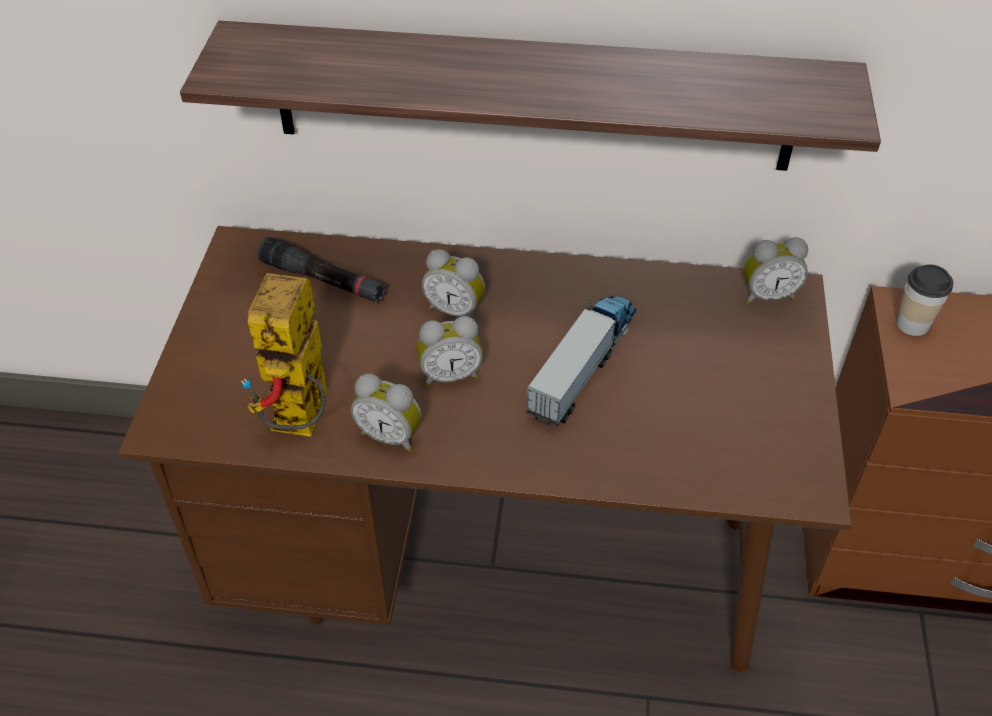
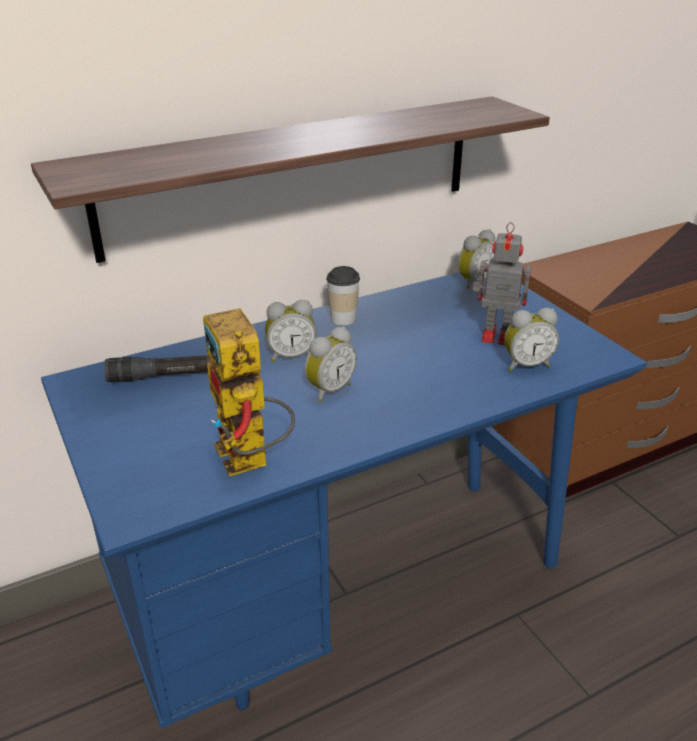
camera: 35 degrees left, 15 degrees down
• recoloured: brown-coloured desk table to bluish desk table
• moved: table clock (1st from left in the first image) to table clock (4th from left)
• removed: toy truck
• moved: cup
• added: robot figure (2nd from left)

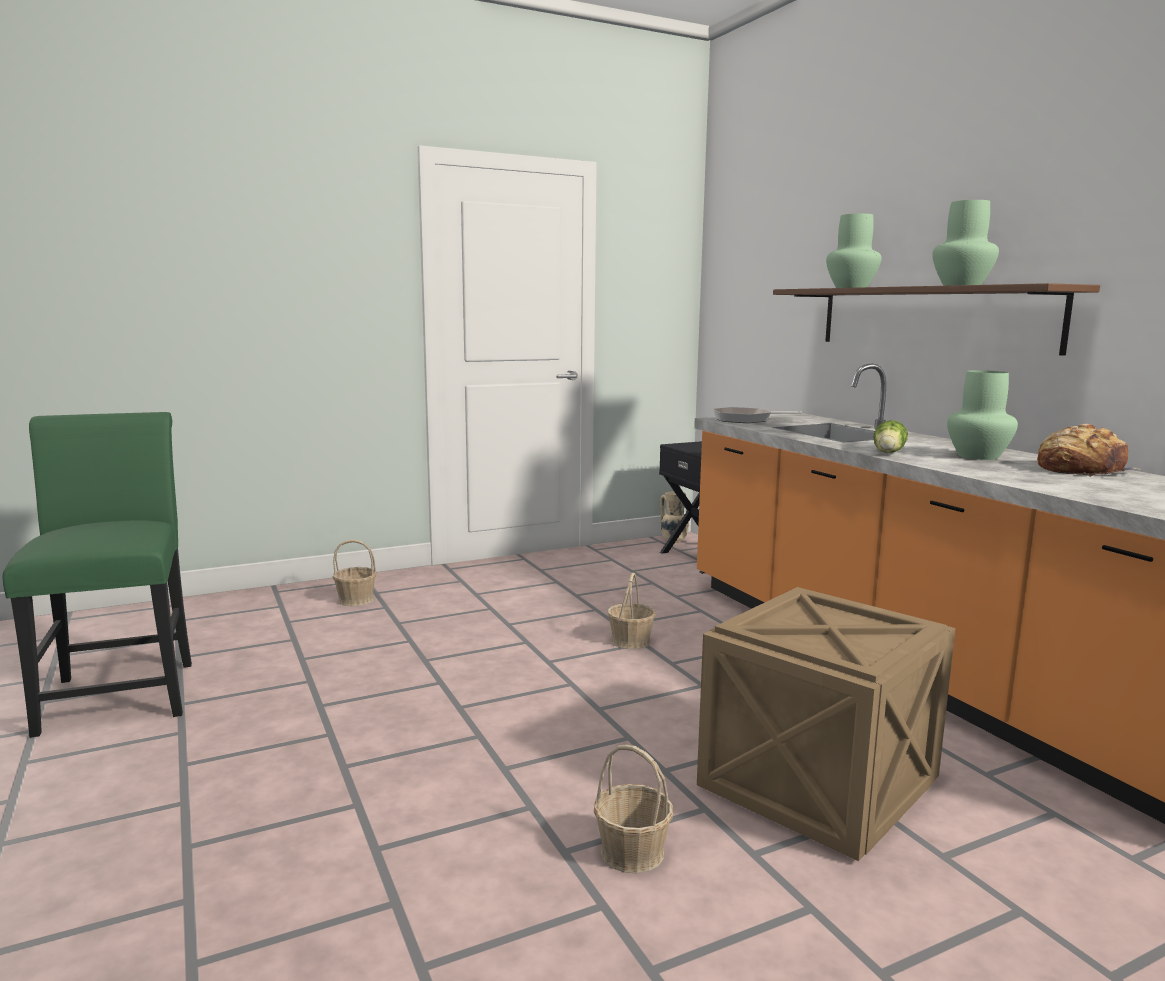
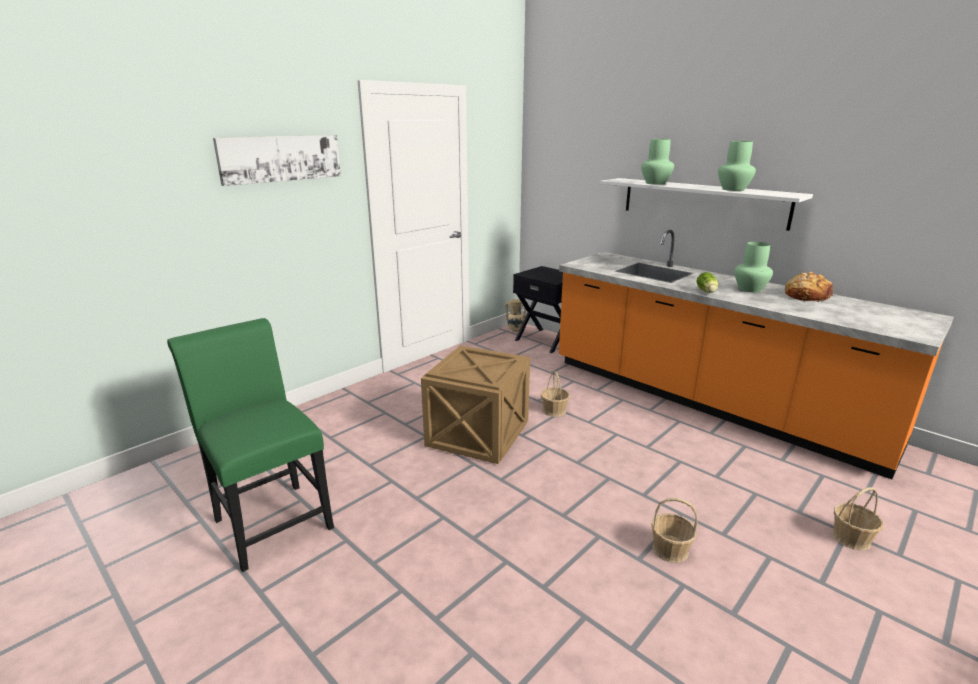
camera: 20 degrees left, 10 degrees up
• moved: basket (1st from left in the first image) to basket (3rd from left)
• moved: packing crate
• removed: frying pan
• recoloured: brown-coloured bracket shelf to white bracket shelf
• added: picture

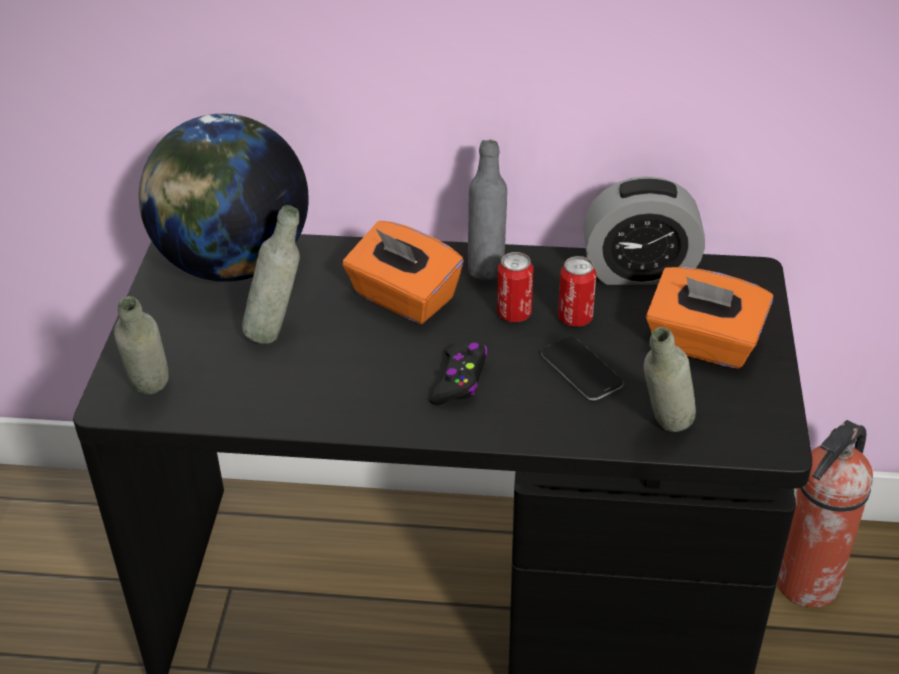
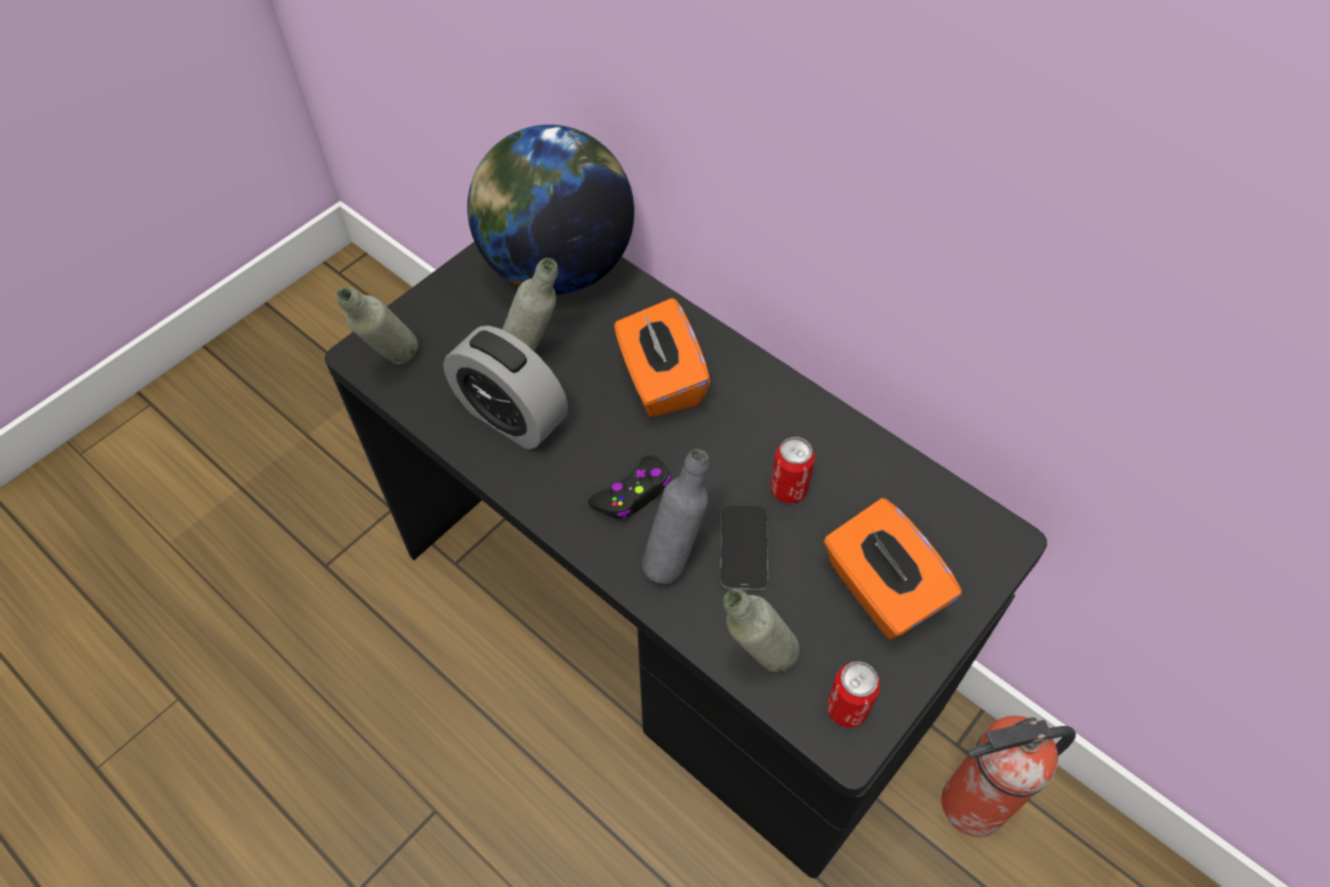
camera: 35 degrees right, 15 degrees up
• moved: greyish bottle (3rd from left)
• moved: metal can (1st from left in the first image) to metal can (2nd from left)
• moved: table clock

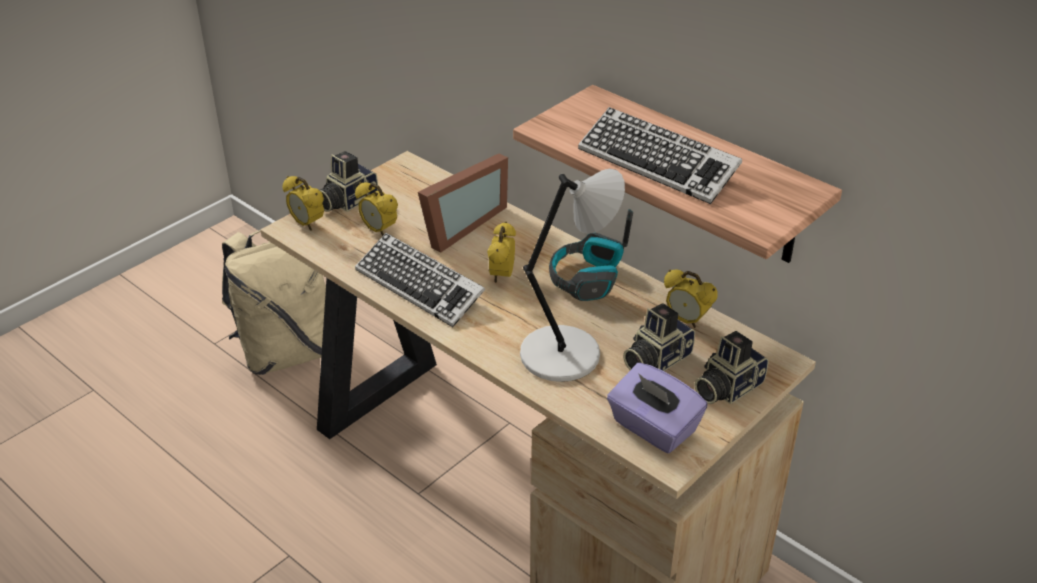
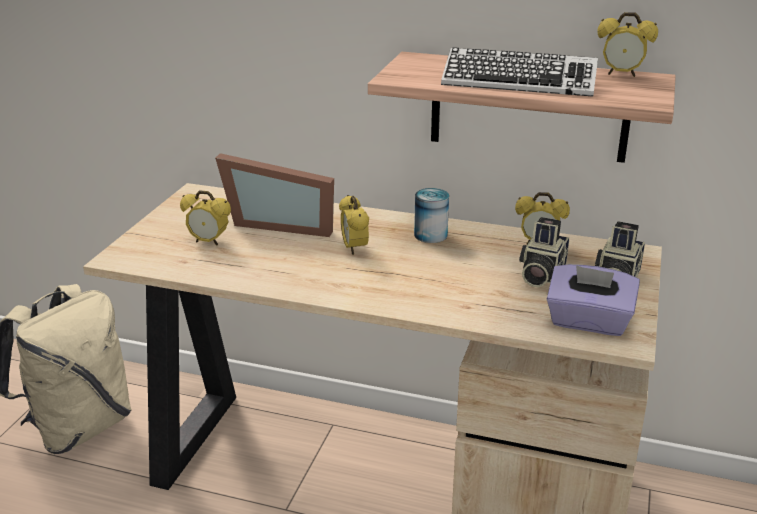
camera: 25 degrees left, 10 degrees down
• moved: table clock (1st from left in the first image) to table clock (4th from left)
• removed: still camera (1st from left)
• removed: PC keyboard (1st from left)
• turned: standing frame 90 degrees clockwise
• removed: greyish lamp for a table
• replaced: pair of headphones to metal can

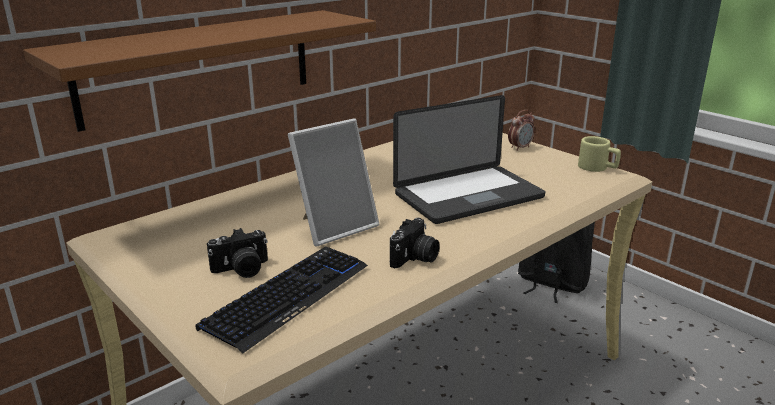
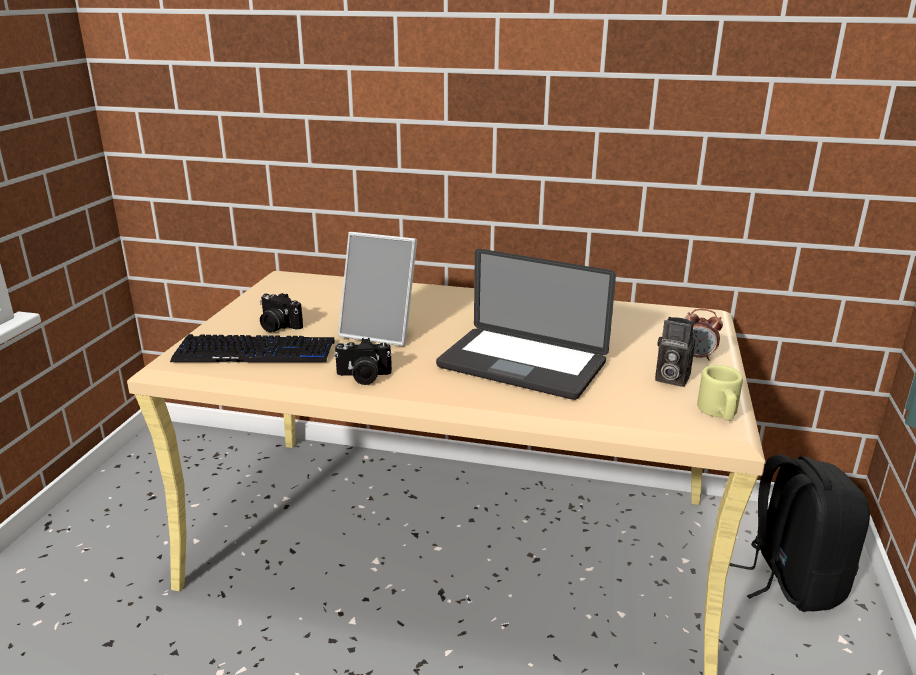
camera: 55 degrees right, 0 degrees up
• removed: brown-coloured bracket shelf
• added: still camera (3rd from left)

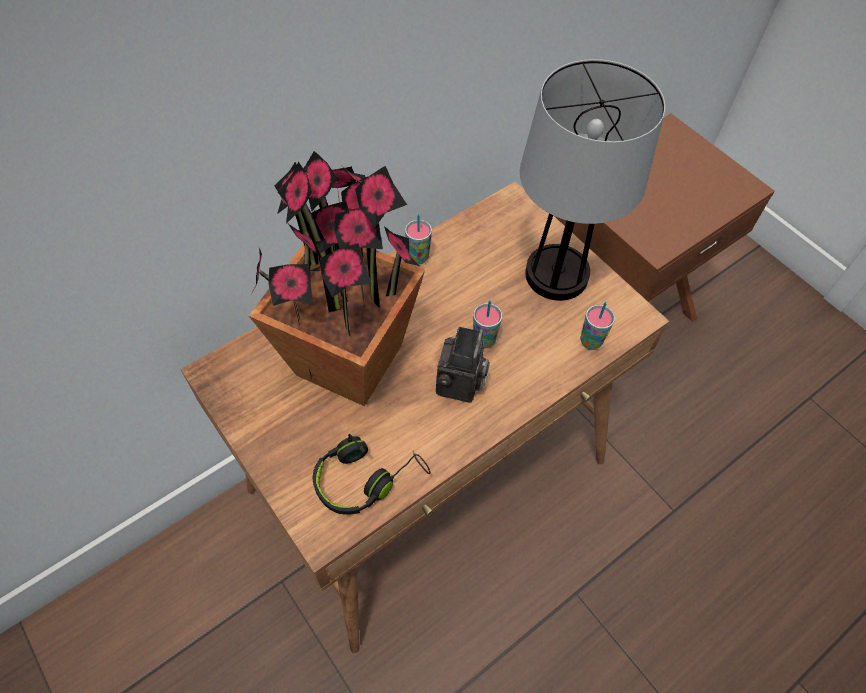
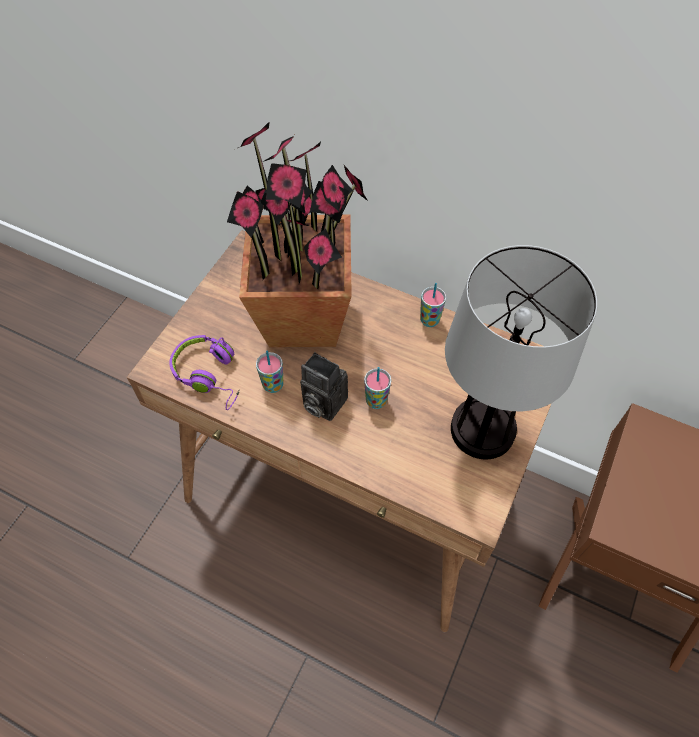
camera: 65 degrees right, 0 degrees up
• recoloured: black pair of headphones to purplish pair of headphones
• turned: still camera 45 degrees clockwise
• moved: cup (3rd from left in the first image) to cup (1st from left)

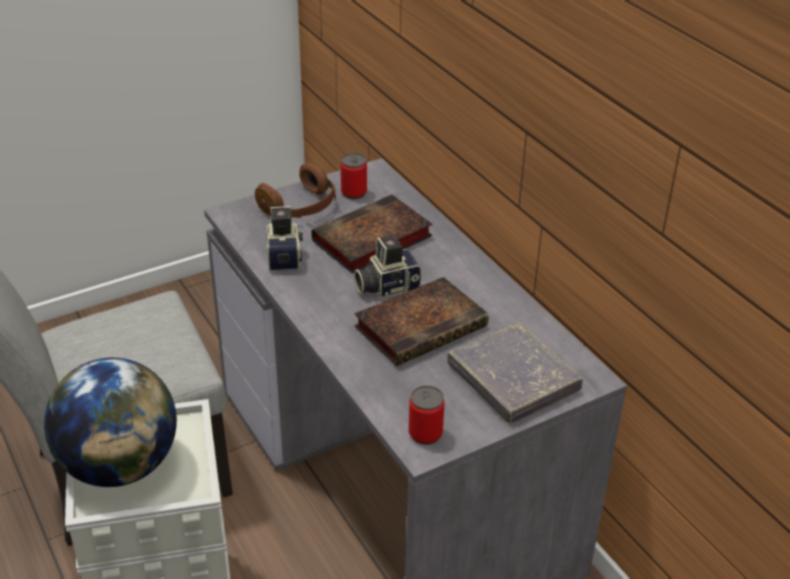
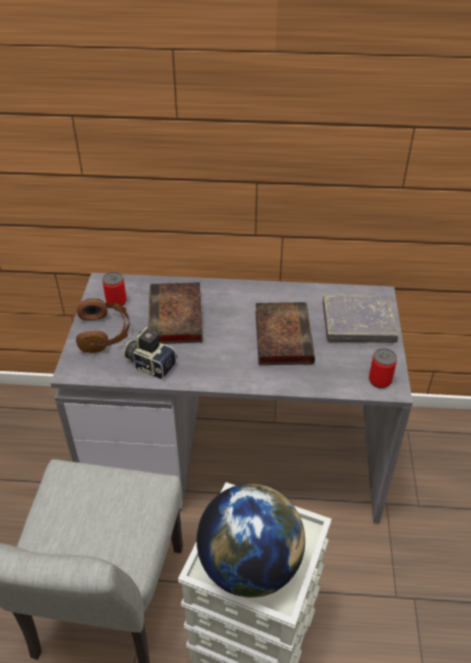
camera: 55 degrees left, 5 degrees up
• removed: still camera (2nd from left)

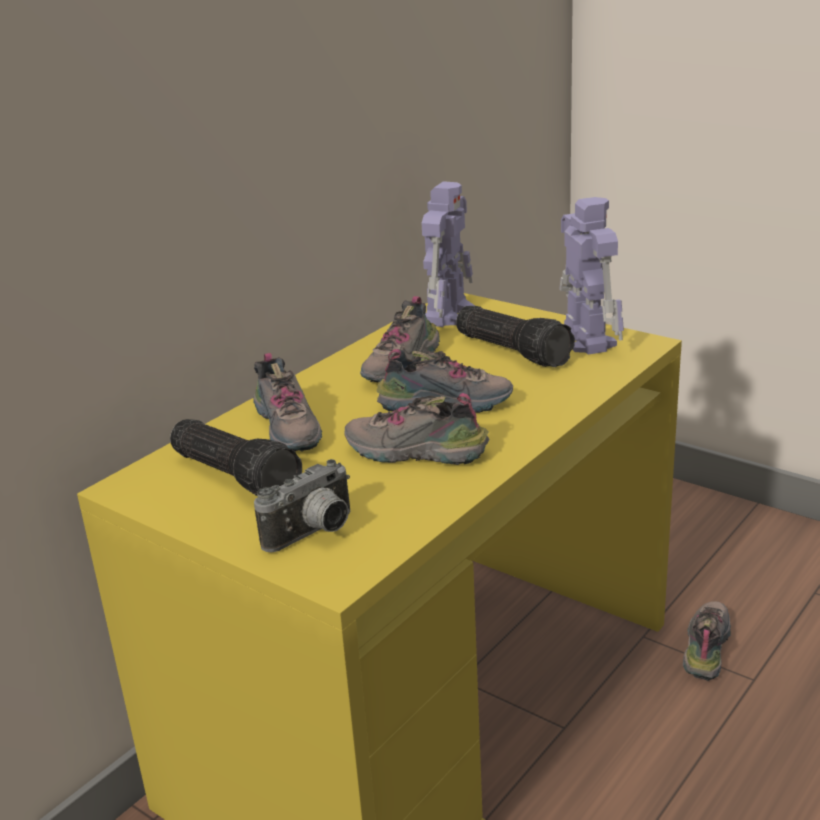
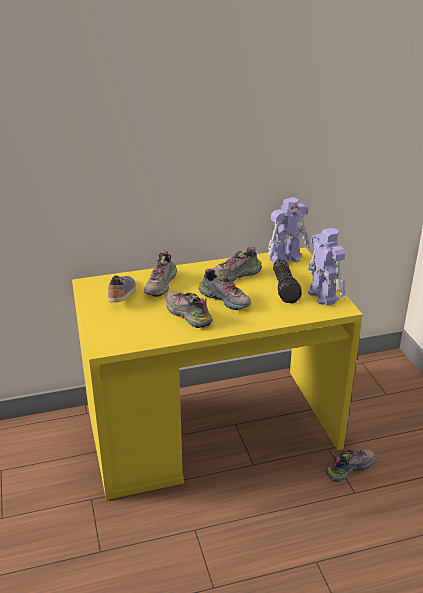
camera: 35 degrees right, 5 degrees up
• replaced: hand torch (1st from left) to low shoe (1st from left)
• removed: still camera
• turned: robot figure (2nd from left) 45 degrees counterclockwise

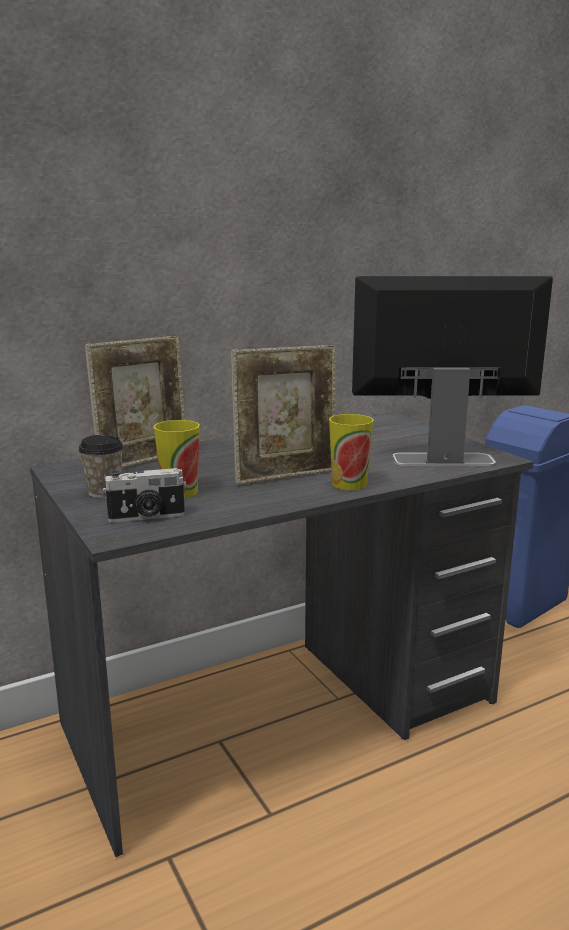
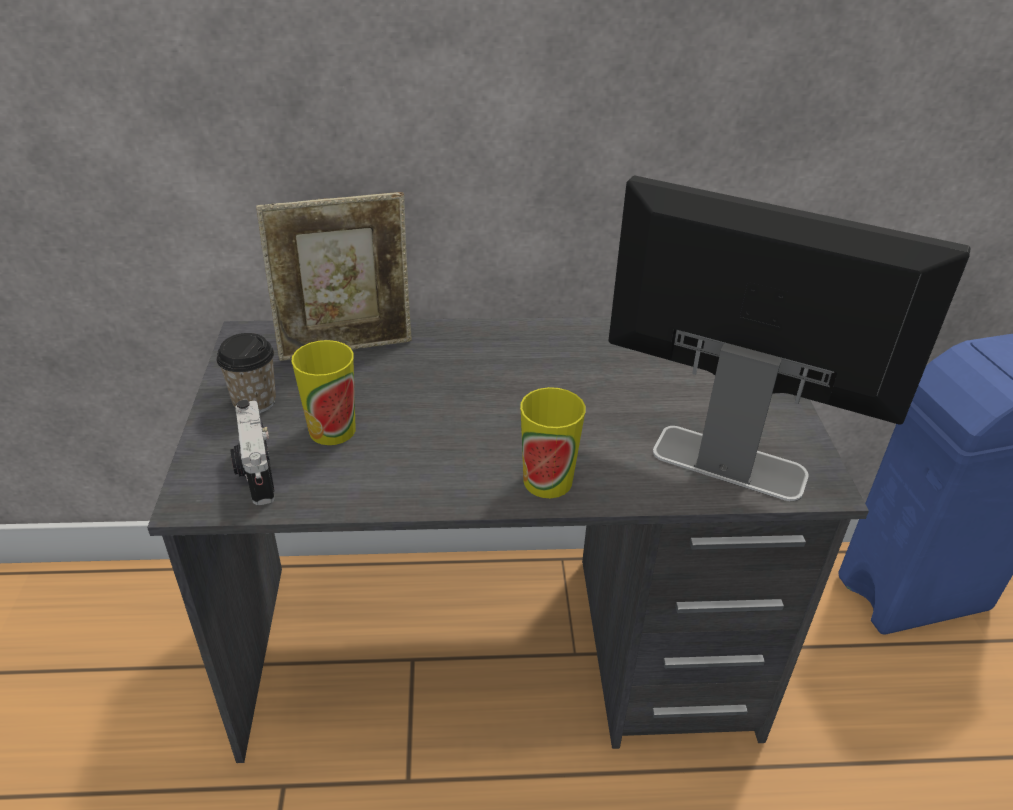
camera: 25 degrees right, 20 degrees up
• turned: still camera 60 degrees clockwise
• removed: standing frame (2nd from left)

